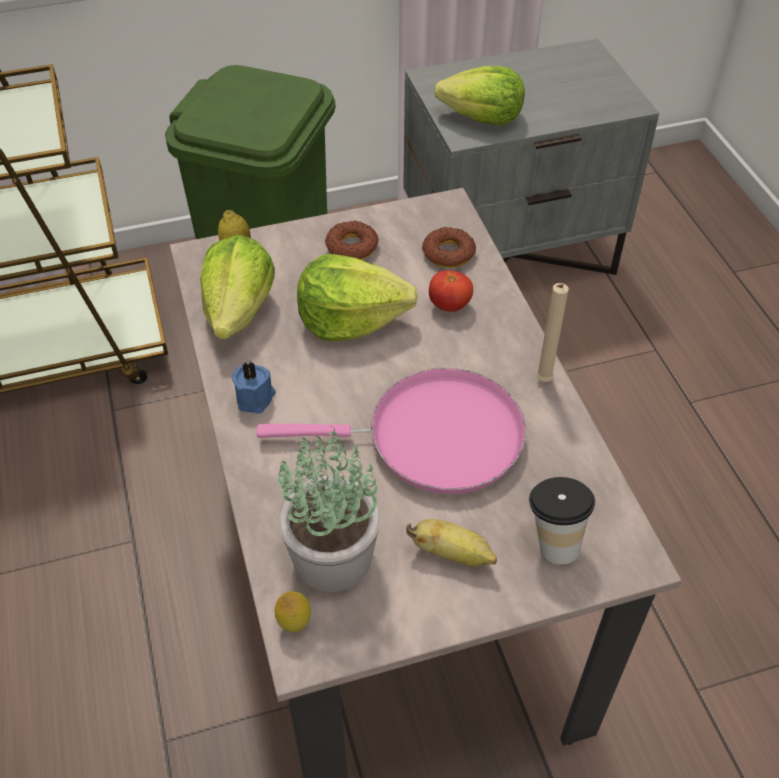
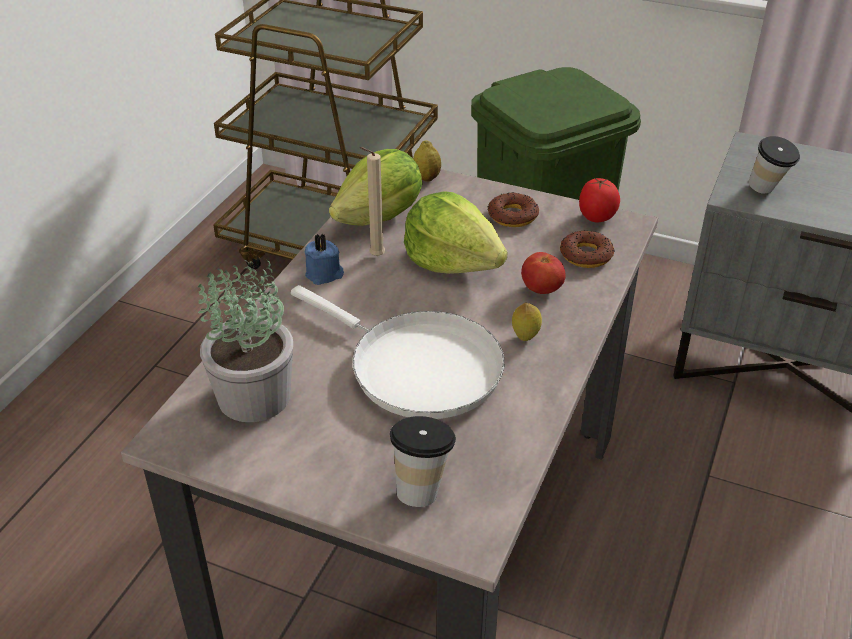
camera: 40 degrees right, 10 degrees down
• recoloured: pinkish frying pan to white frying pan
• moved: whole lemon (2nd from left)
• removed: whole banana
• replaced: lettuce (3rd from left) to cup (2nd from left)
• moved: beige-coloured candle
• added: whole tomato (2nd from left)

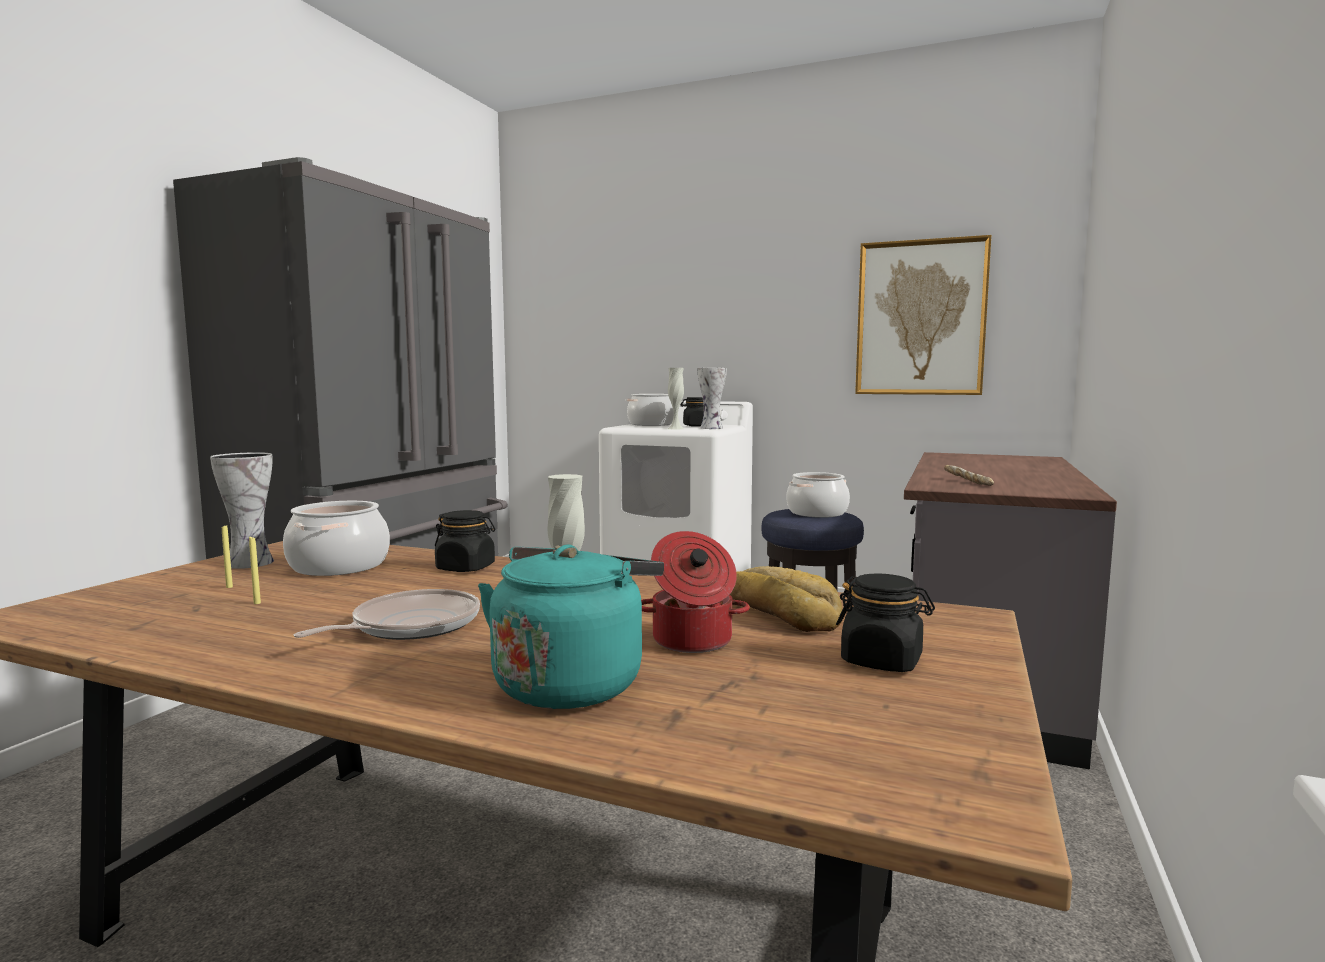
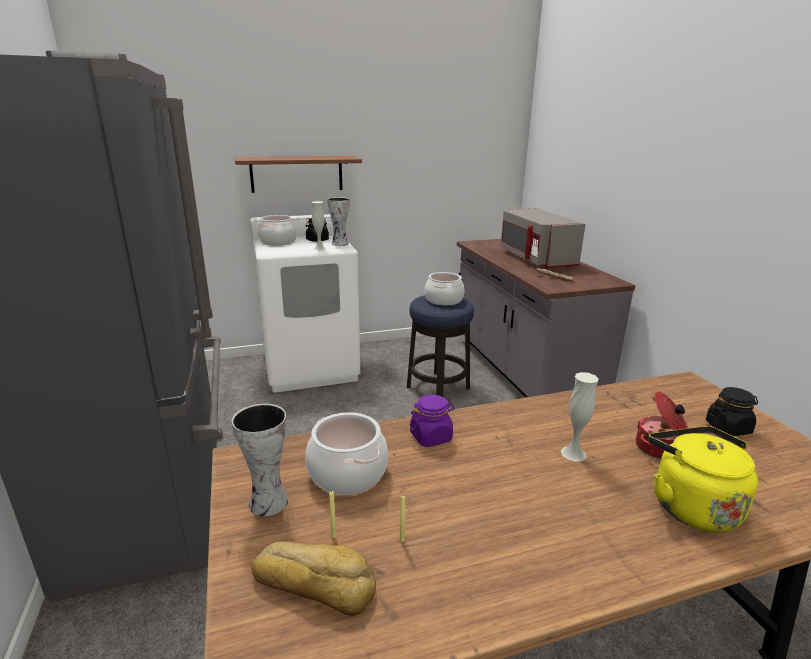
camera: 40 degrees left, 15 degrees up
• removed: frying pan
• recoloured: black storage jar (1st from left) to purplish storage jar
• recoloured: turquoise-coloured water kettle to yellowish water kettle
• moved: baked bread (1st from left)
• removed: picture
• added: brown-coloured bracket shelf
• added: greyish kitchen microwave

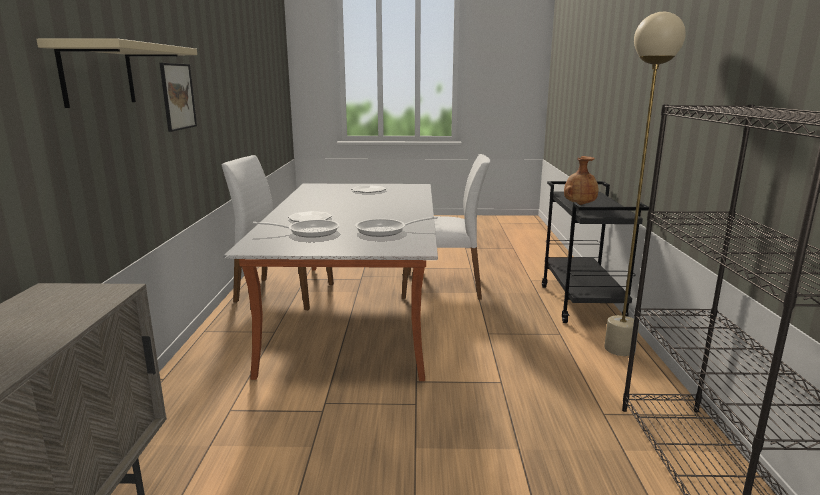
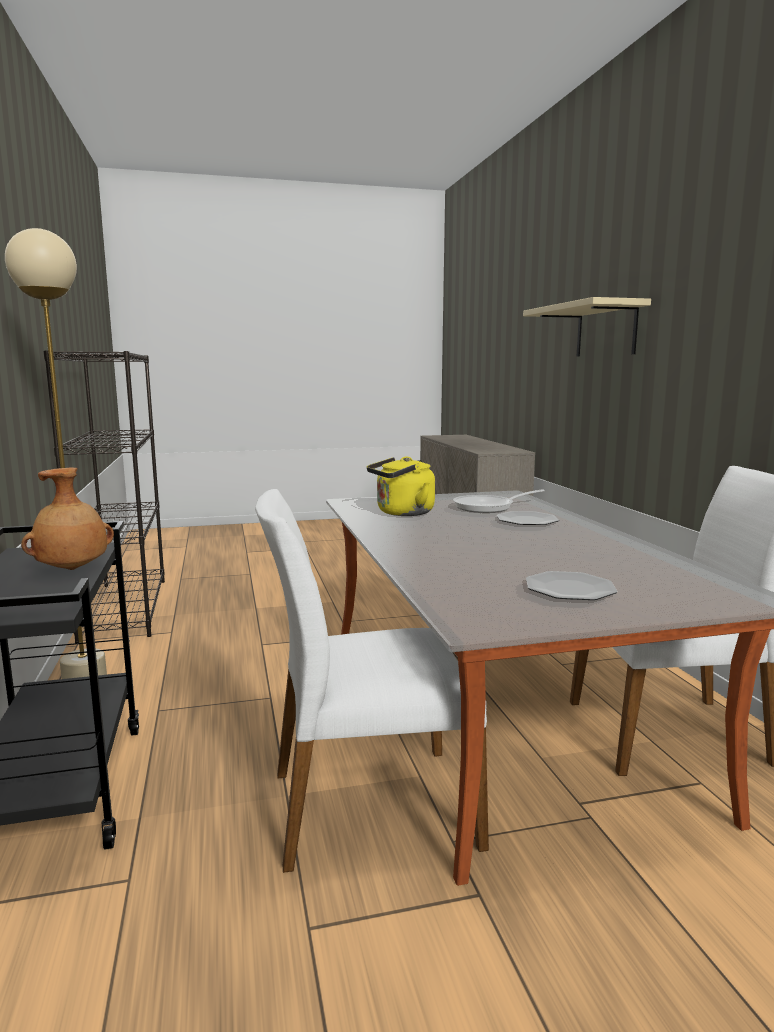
camera: 165 degrees right, 5 degrees down
• removed: picture
• replaced: frying pan (2nd from left) to yellowish water kettle

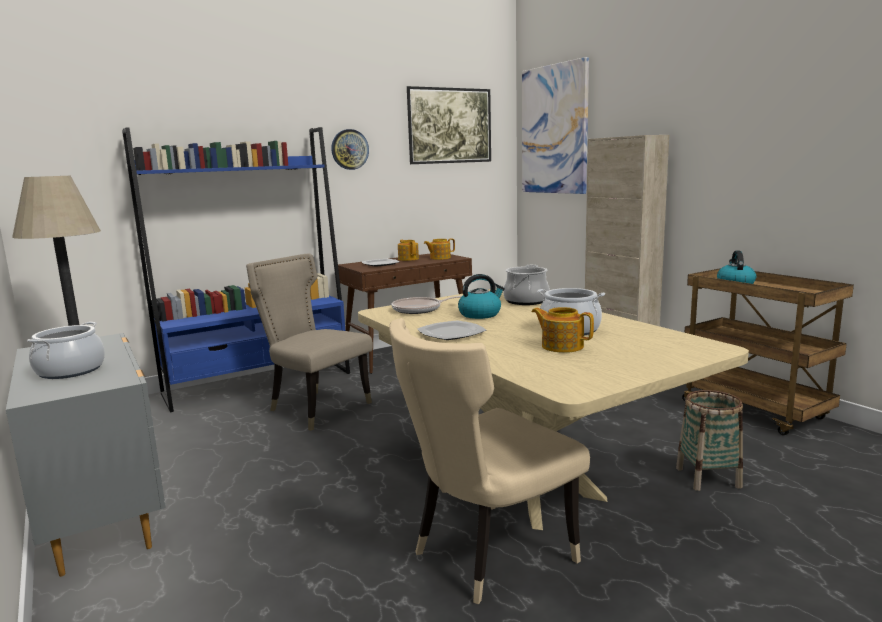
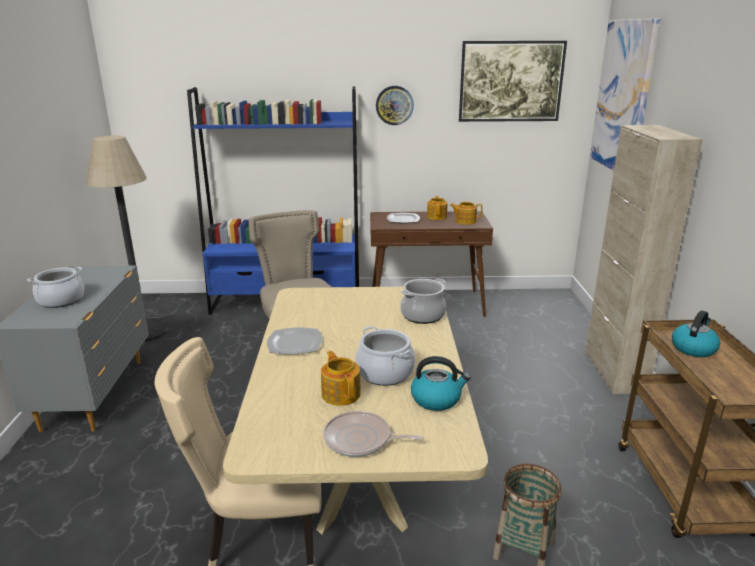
camera: 30 degrees right, 10 degrees up
• moved: frying pan
• moved: water kettle (1st from left)

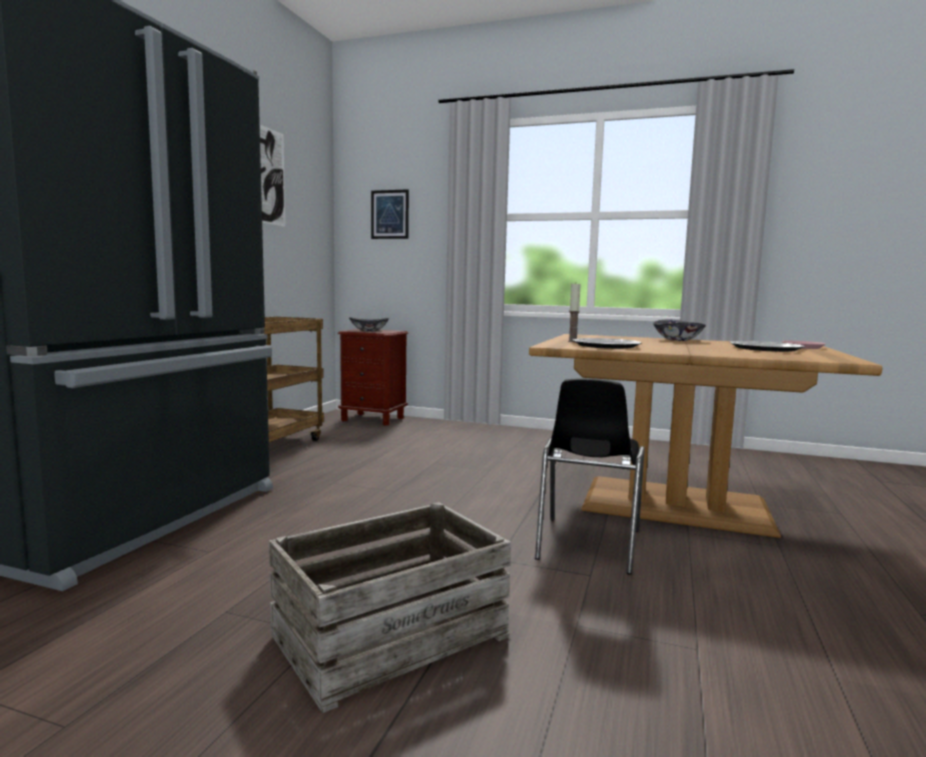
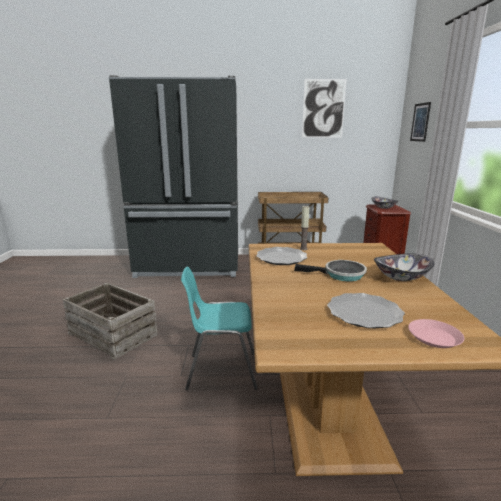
camera: 70 degrees right, 10 degrees up
• recoloured: black plain chair to turquoise-coloured plain chair
• added: frying pan

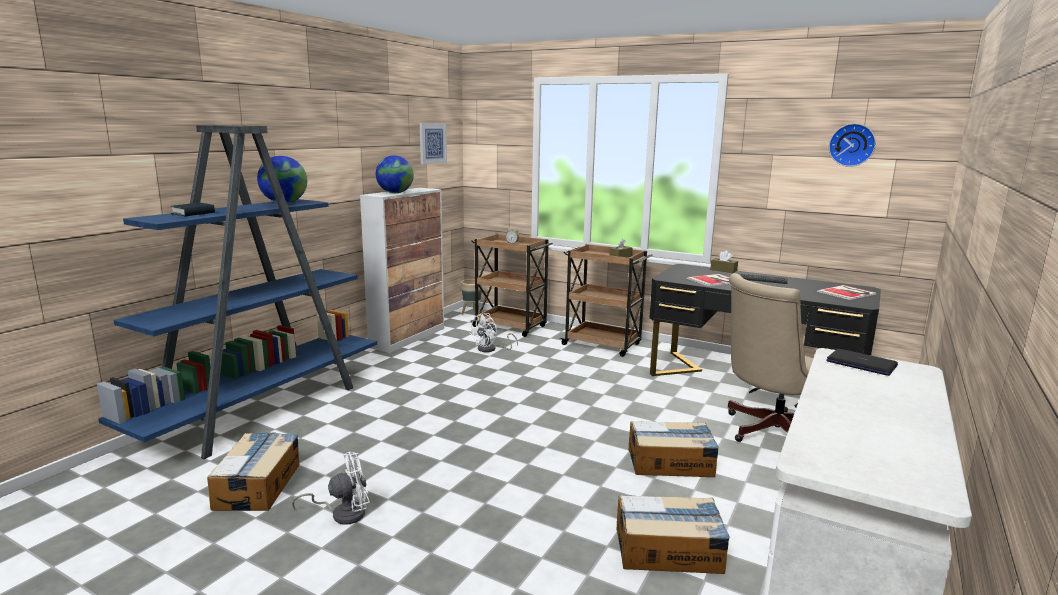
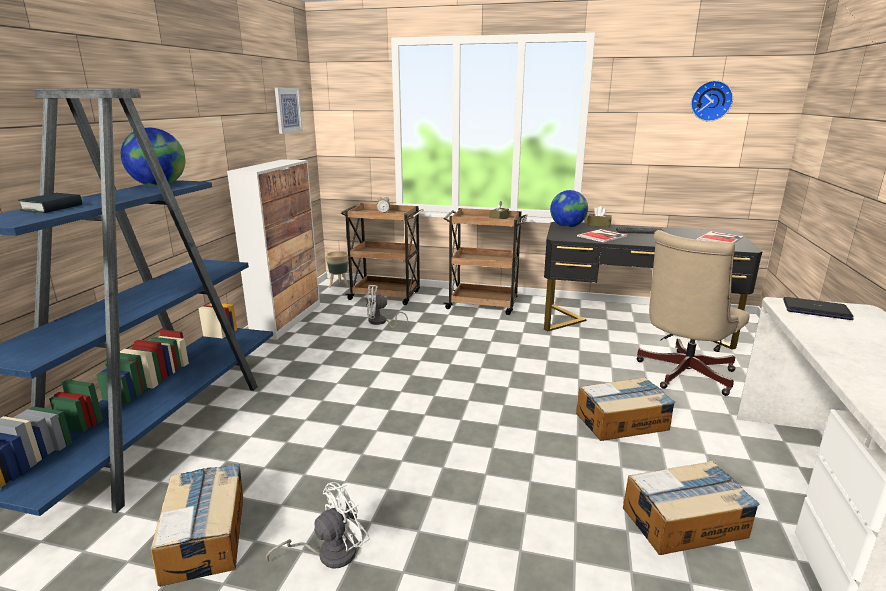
camera: 15 degrees left, 5 degrees up
• moved: globe (2nd from left)
• turned: white electric fan (2nd from left) 60 degrees clockwise

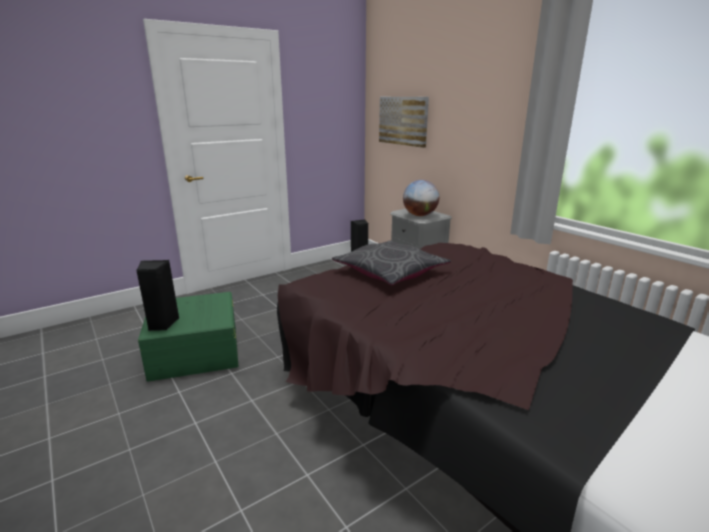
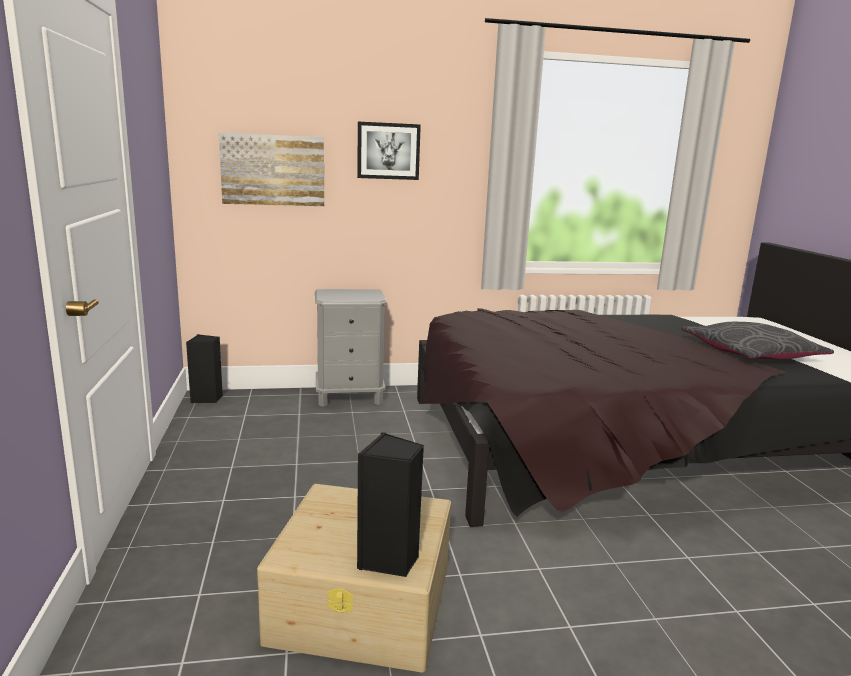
camera: 65 degrees left, 5 degrees down
• recoloured: greenish storage box to beige-coloured storage box
• moved: greyish pillow
• removed: globe
• added: picture (2nd from left)

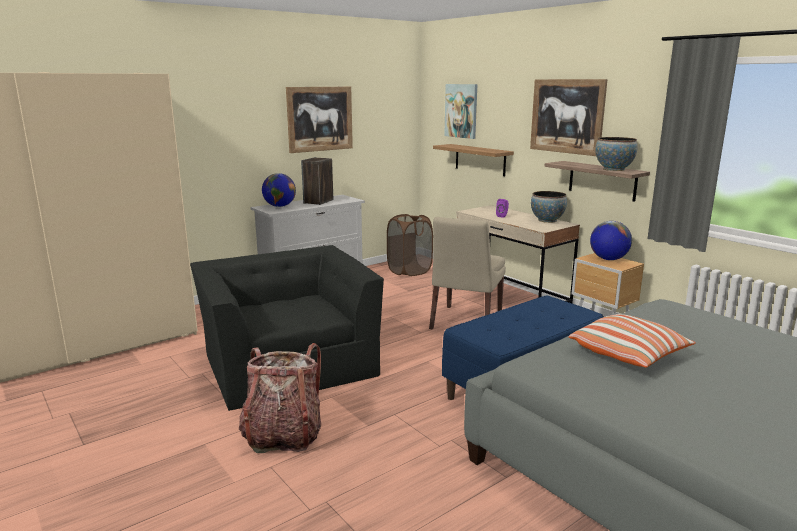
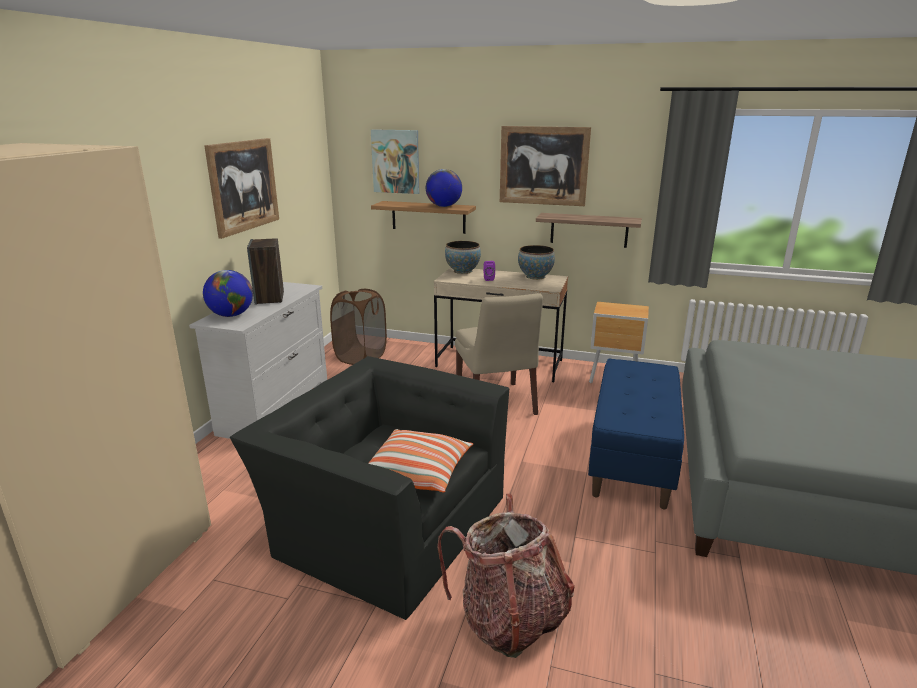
camera: 35 degrees left, 5 degrees up
• moved: pillow
• moved: globe (2nd from left)
• moved: serving bowl (2nd from left in the first image) to serving bowl (1st from left)

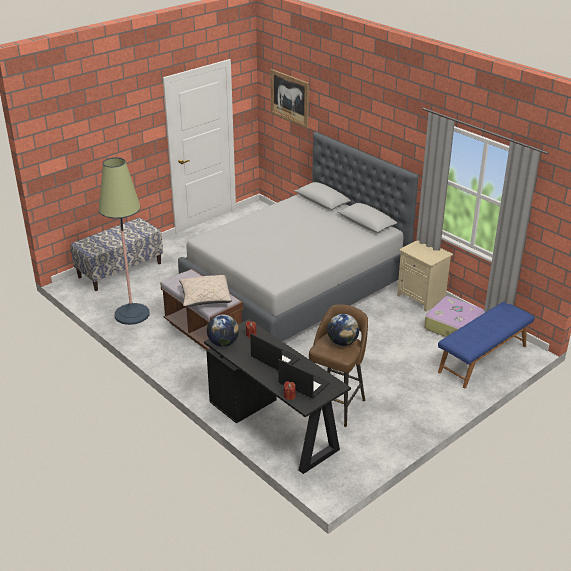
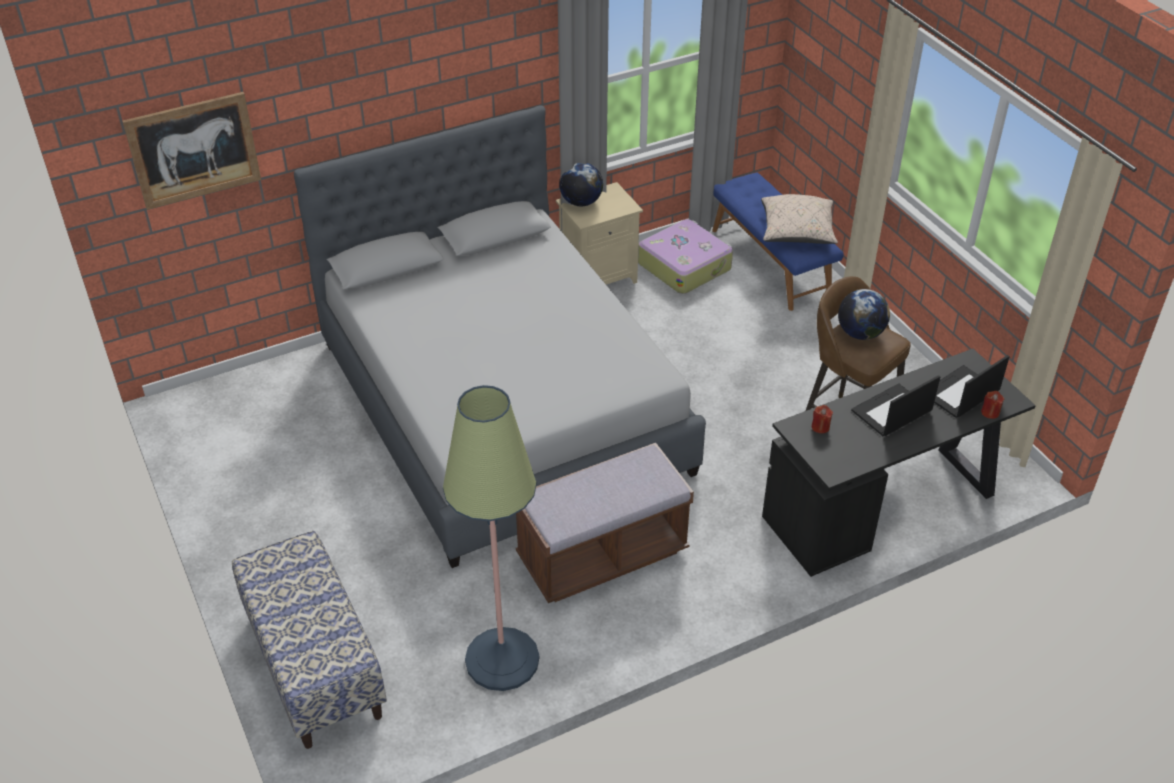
camera: 75 degrees left, 10 degrees up
• moved: beige-coloured pillow
• moved: globe (1st from left)

